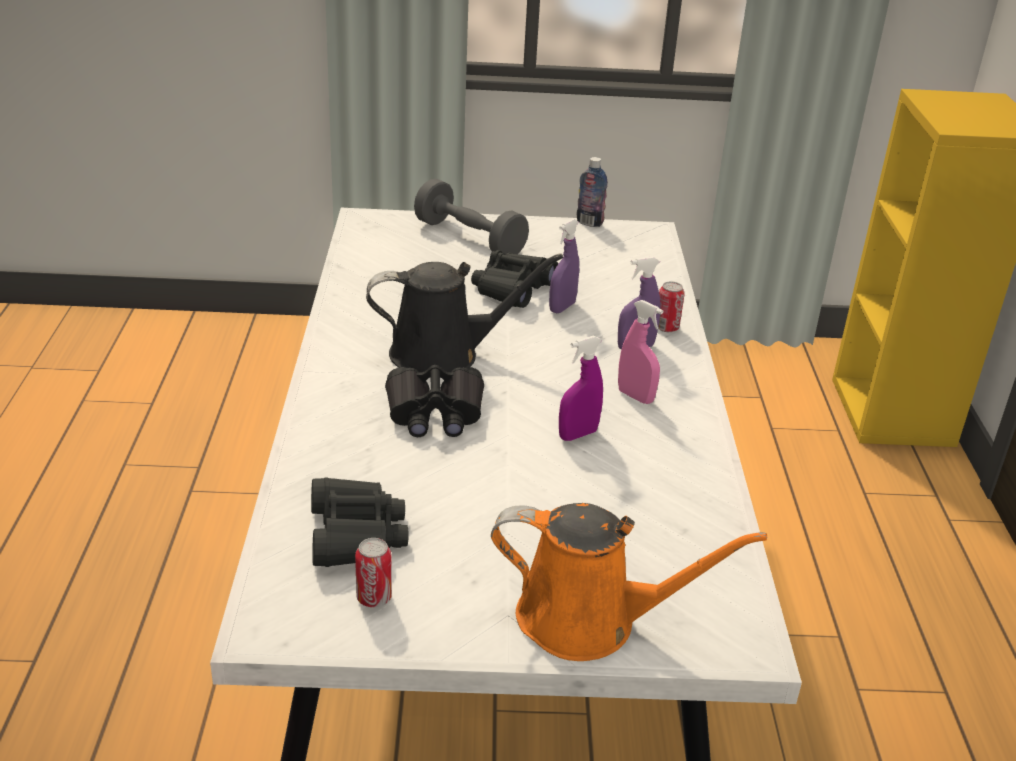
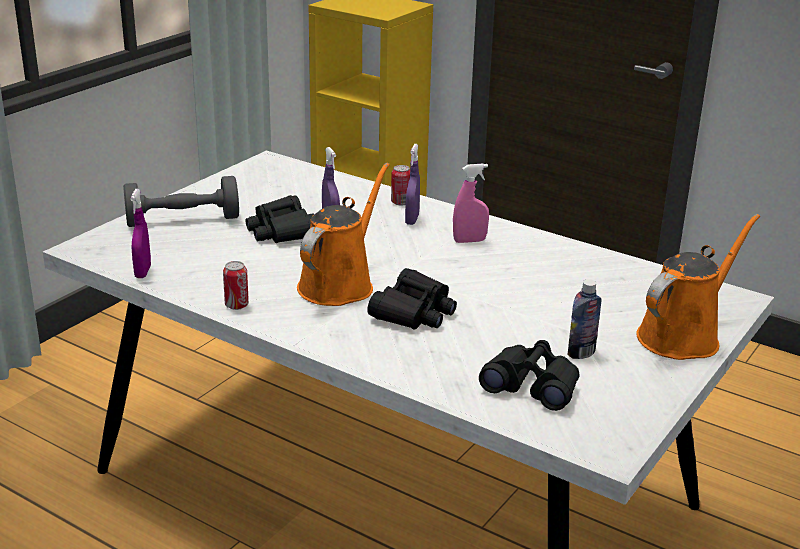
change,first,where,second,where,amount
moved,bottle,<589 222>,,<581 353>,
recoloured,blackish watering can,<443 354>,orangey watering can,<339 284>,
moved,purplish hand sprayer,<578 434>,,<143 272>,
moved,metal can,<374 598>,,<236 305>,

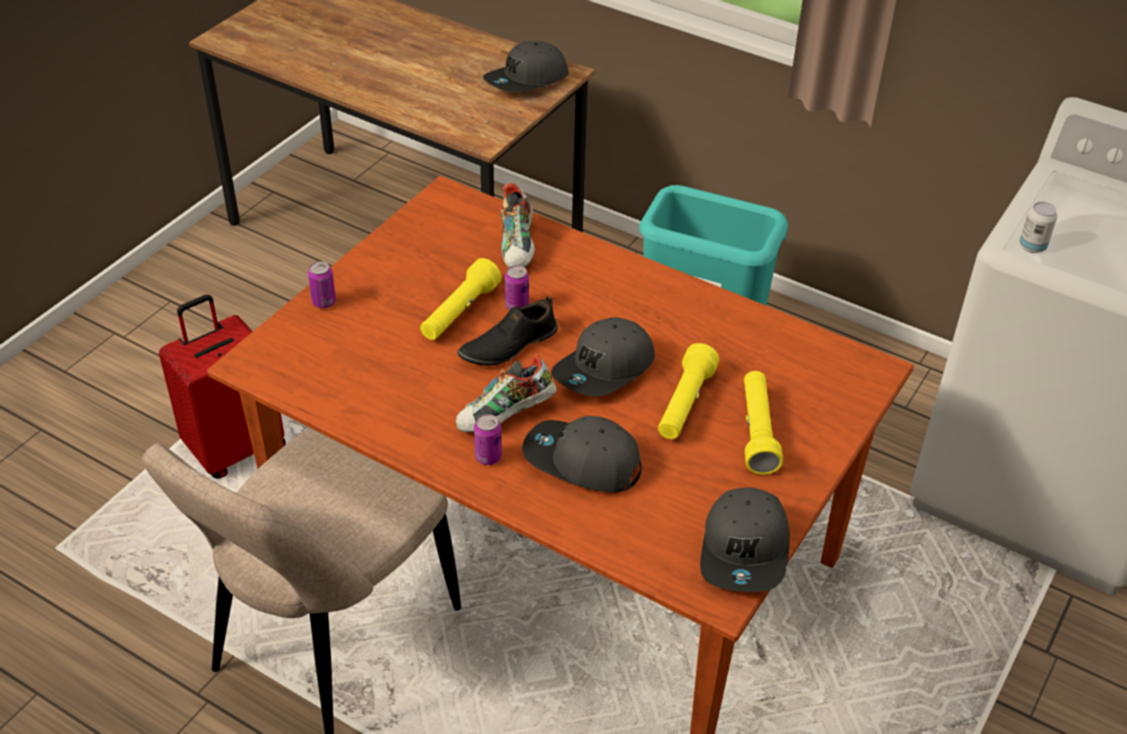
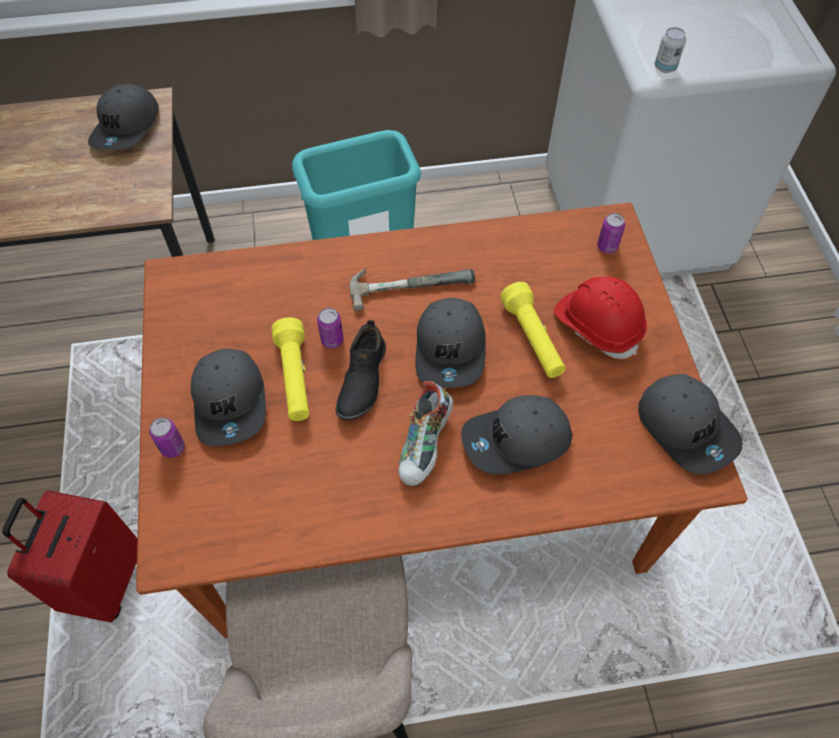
change,first,where,second,where,amount
removed,low shoe,<519 246>,,,
replaced,yellow flashlight,<757 431>,red-coloured hard hat,<598 325>,
moved,metal can,<488 457>,,<607 246>,
added,,,hammer,<410 281>,
added,,,grey peaked cap,<231 402>,

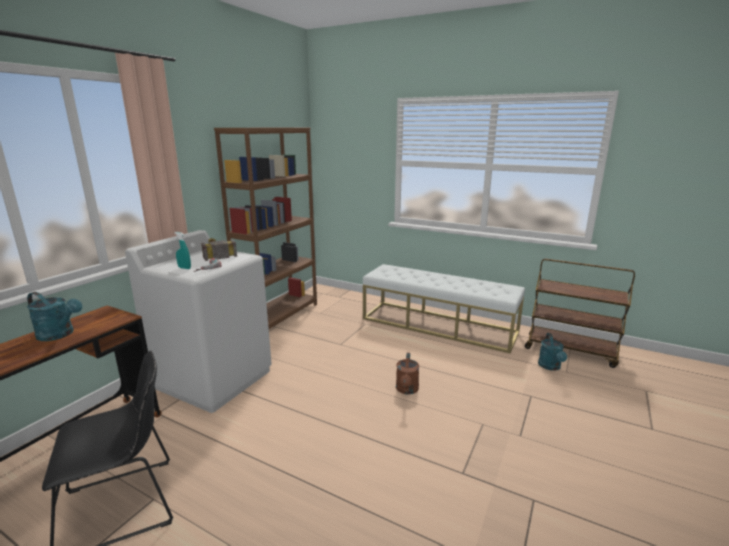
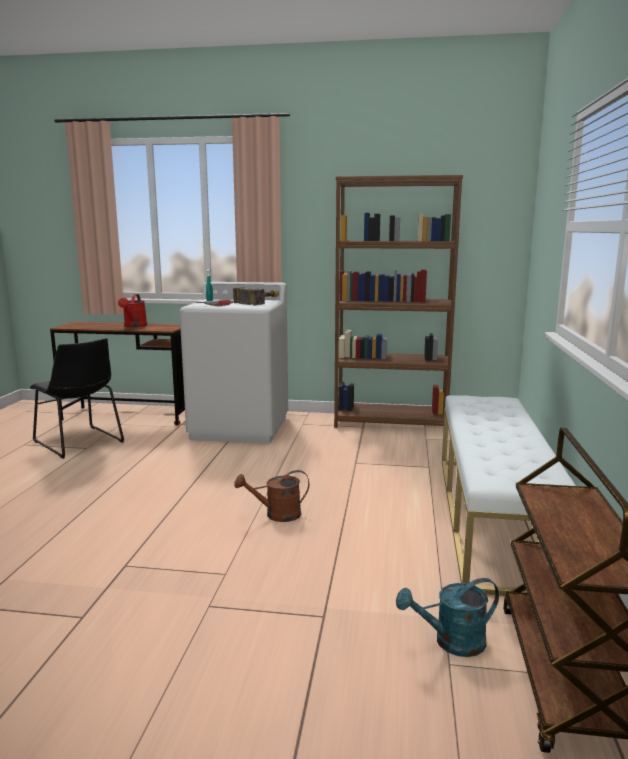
change,first,where,second,where,amount
recoloured,blue-green watering can,<59 335>,red-coloured watering can,<134 326>,

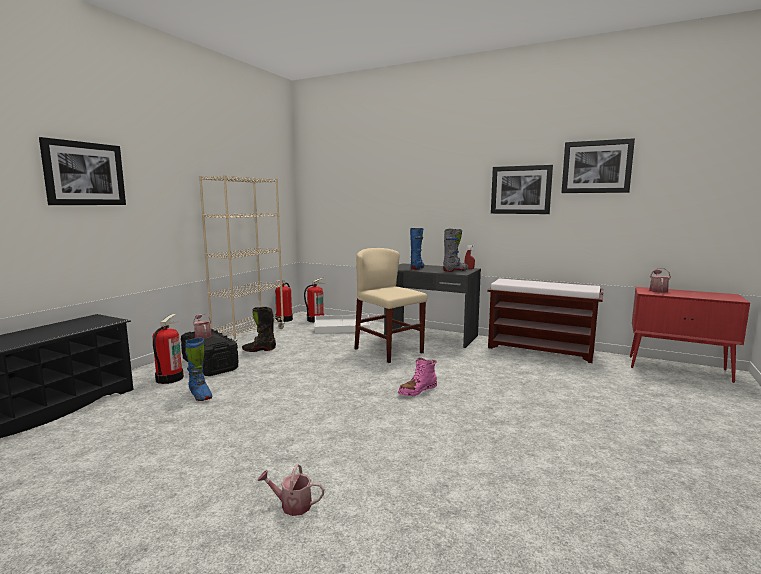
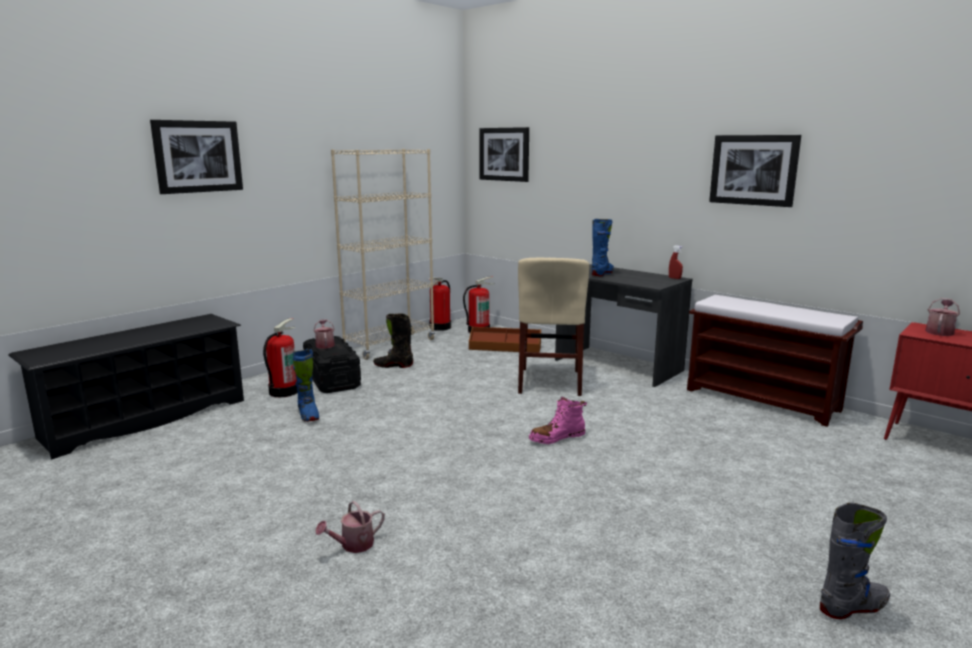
change,first,where,second,where,amount
moved,wall art,<596 167>,,<504 154>,
moved,grey tall boot,<455 270>,,<853 607>,
turned,beige plain chair,<388 351>,,<550 381>,150 degrees counterclockwise
recoloured,white storage bin,<342 330>,brown-coloured storage bin,<505 348>,
turned,watering can,<292 505>,,<353 545>,60 degrees counterclockwise

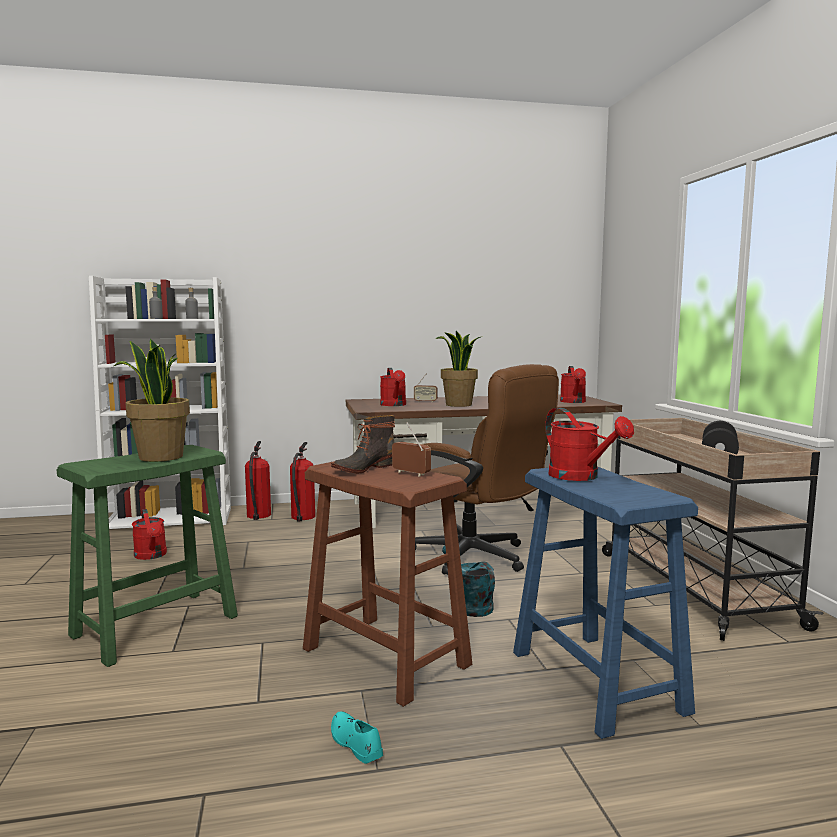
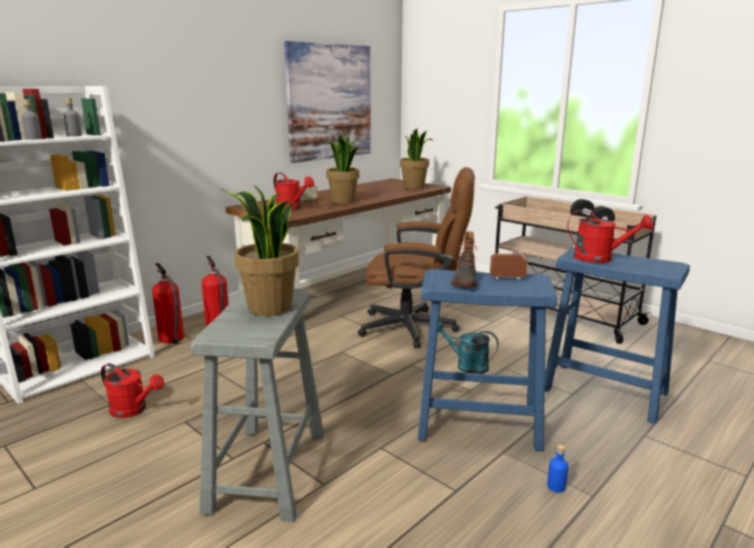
change,first,where,second,where,amount
replaced,red-coloured watering can,<574 402>,houseplant,<414 187>,
recoloured,green-coloured stool,<156 625>,grey stool,<268 470>,
recoloured,brown-coloured stool,<386 657>,blue-coloured stool,<479 423>,
replaced,blue-green low shoe,<355 743>,blue-coloured bottle,<556 486>,
added,,,wall art,<330 102>,

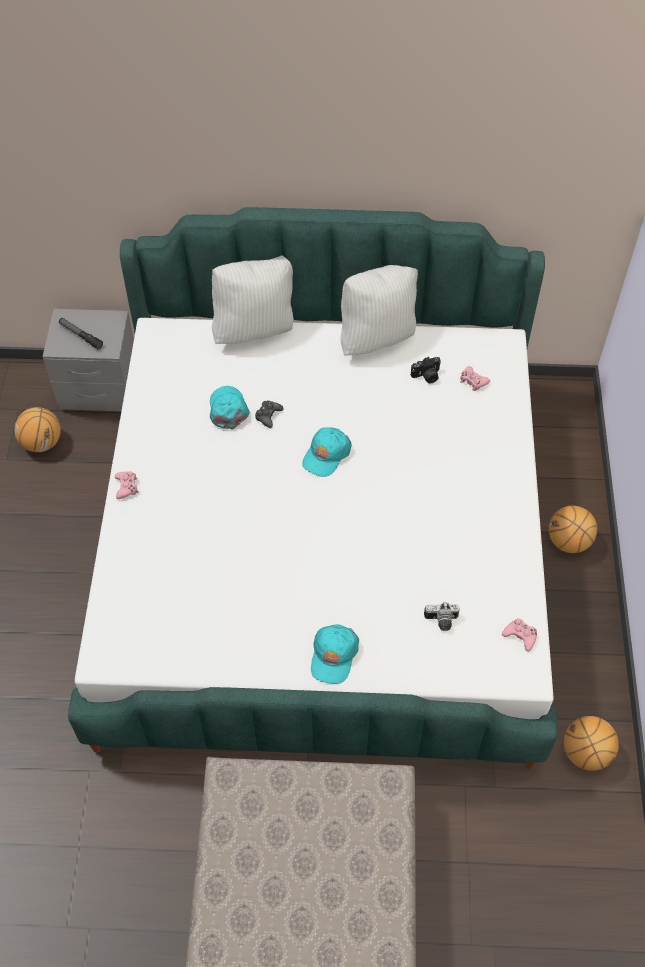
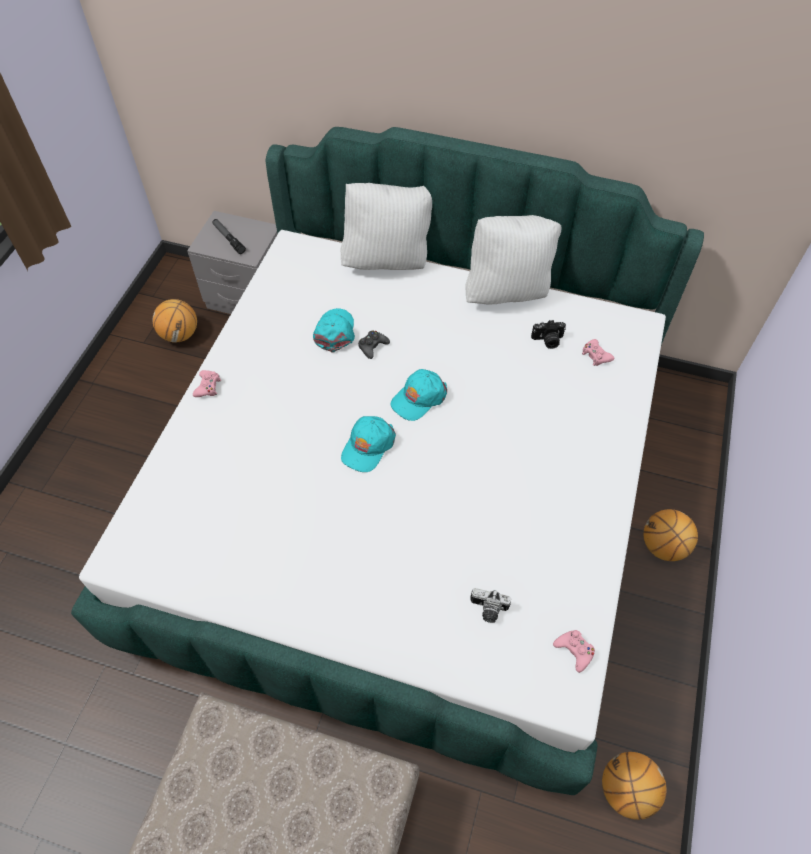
change,first,where,second,where,amount
moved,blue-green peaked cap,<333 655>,,<368 446>,

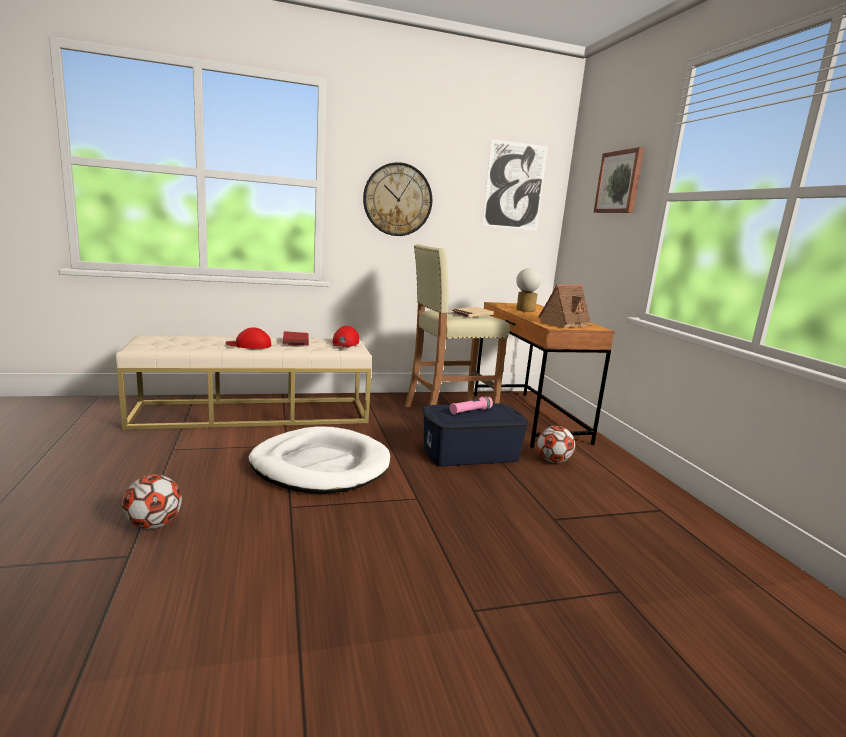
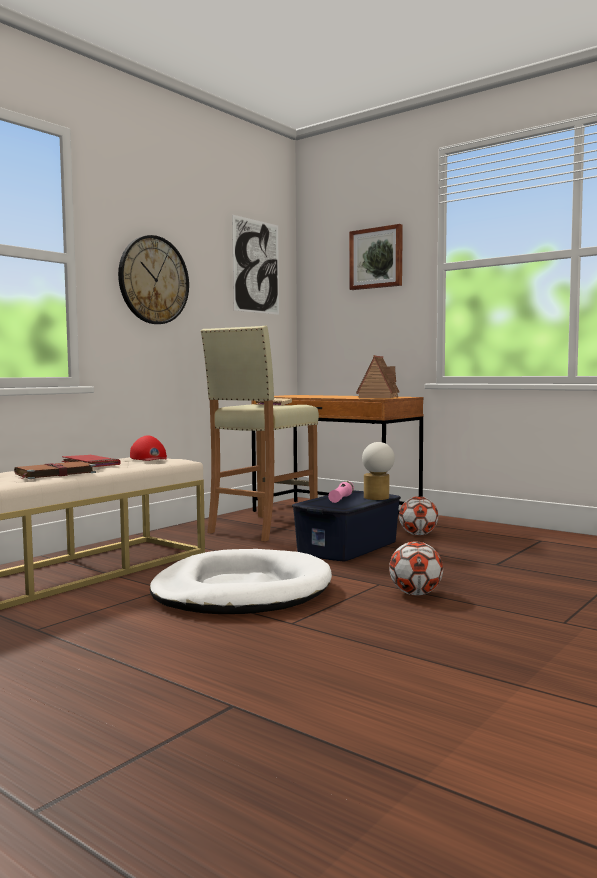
change,first,where,second,where,amount
moved,lamp for a table,<524 310>,,<377 498>,
replaced,red-coloured peaked cap,<249 345>,brown-coloured volume,<54 473>,
moved,football,<154 524>,,<415 594>,

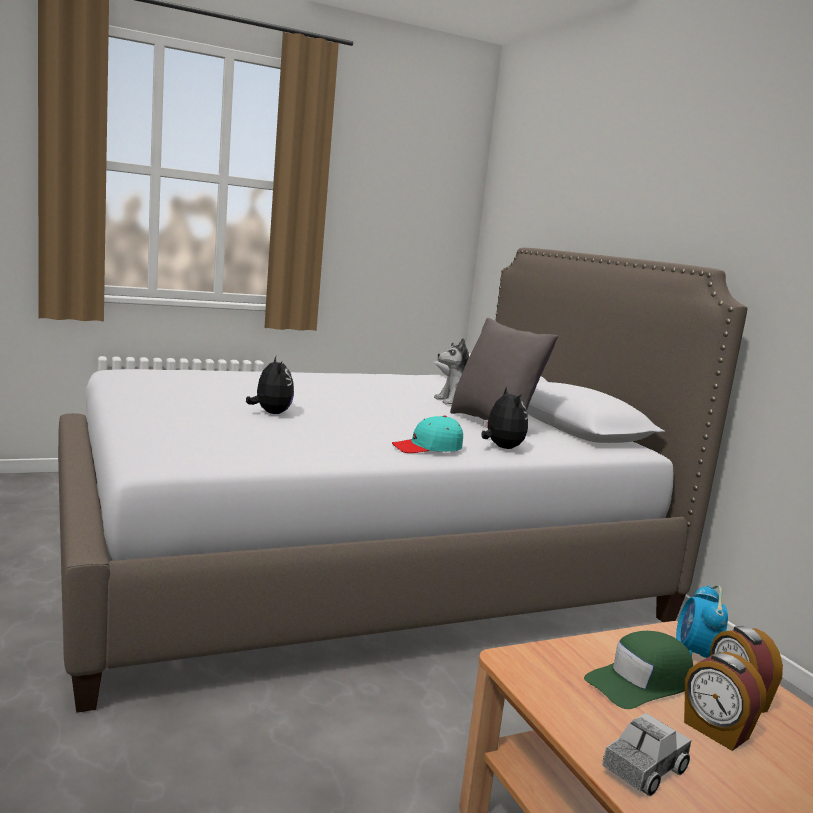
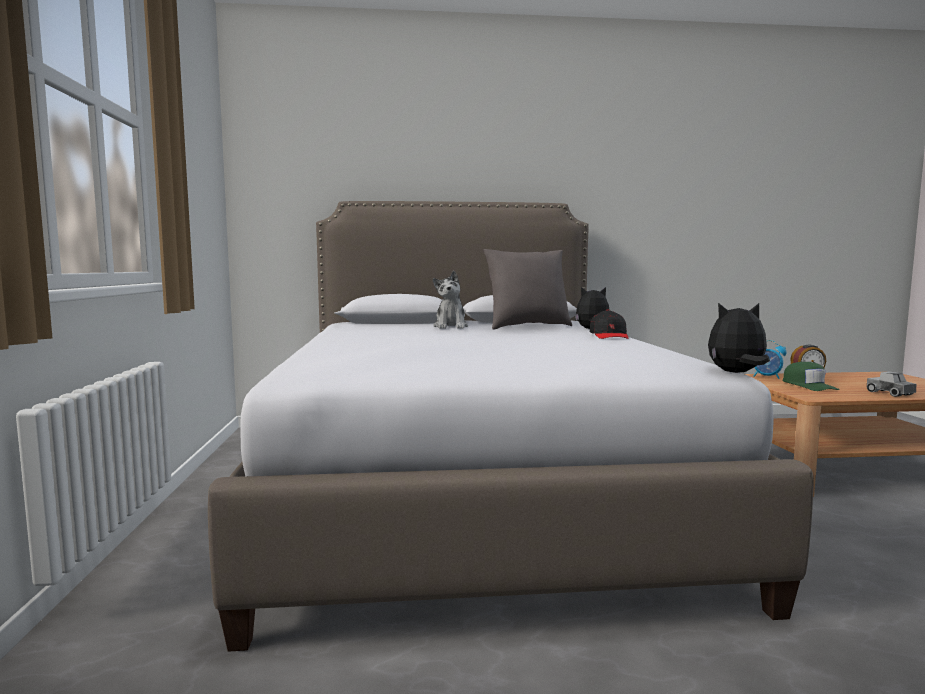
change,first,where,second,where,amount
moved,cuddly toy,<270 413>,,<736 373>,
recoloured,blue-green peaked cap,<428 448>,blackish peaked cap,<609 336>,
removed,alarm clock,<715 731>,,,

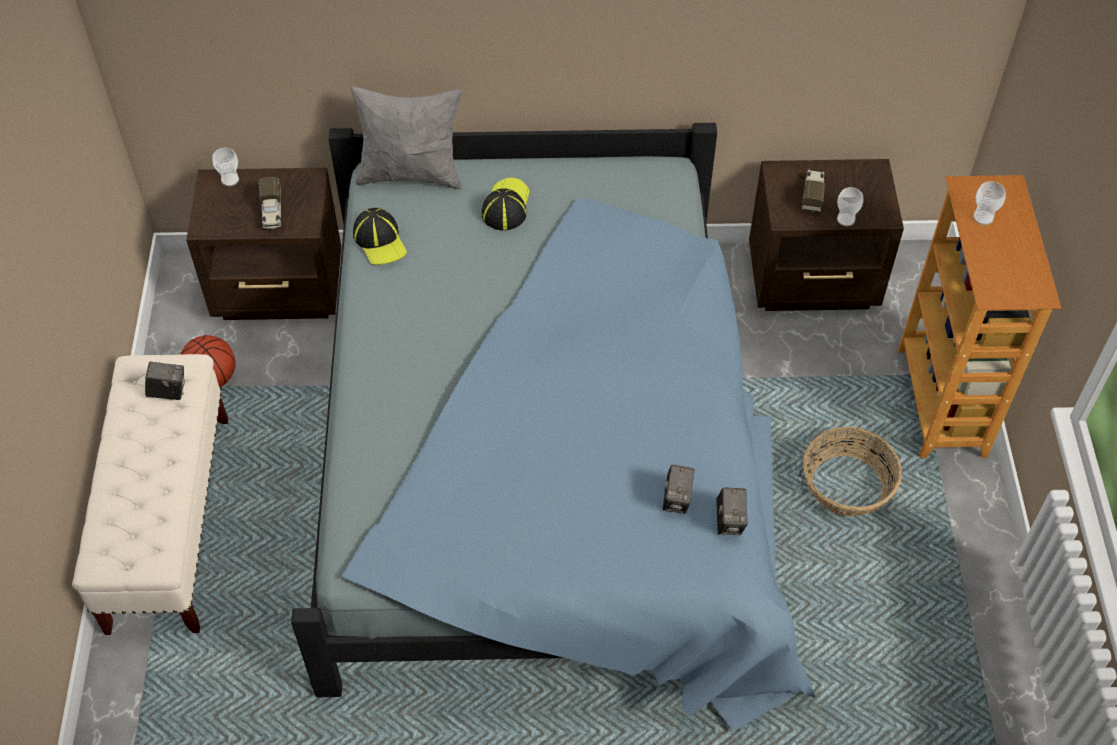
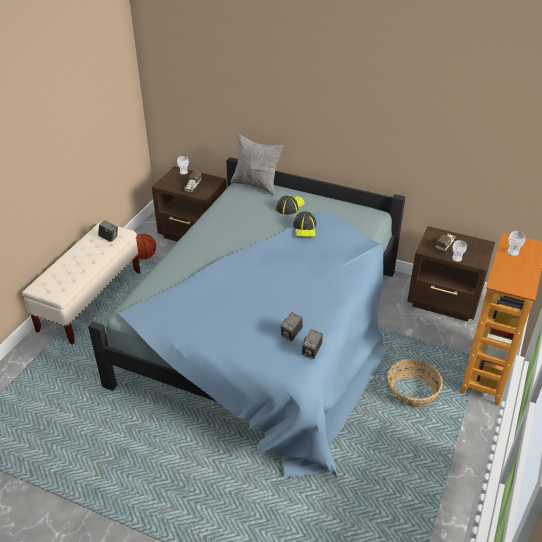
change,first,where,second,where,amount
moved,peaked cap,<380 241>,,<305 228>,

